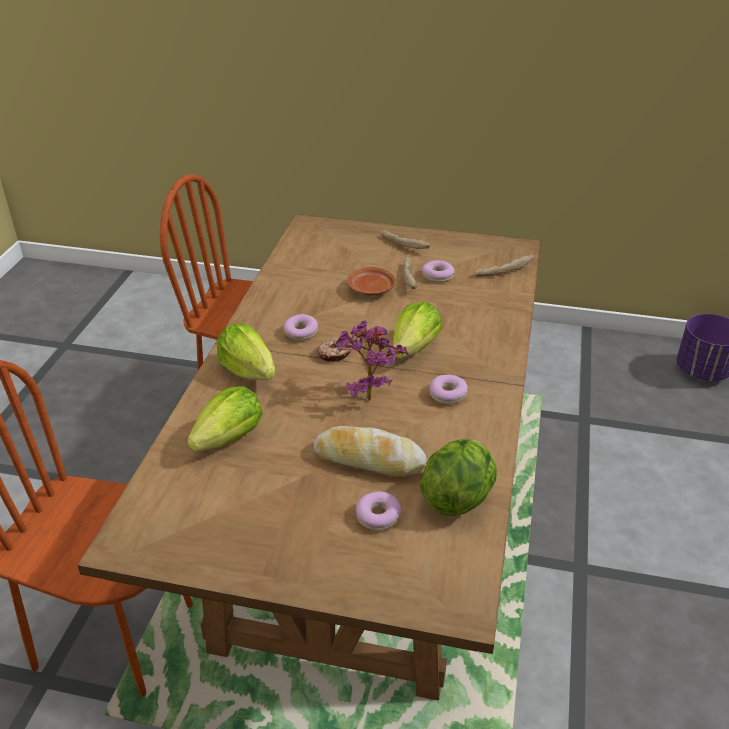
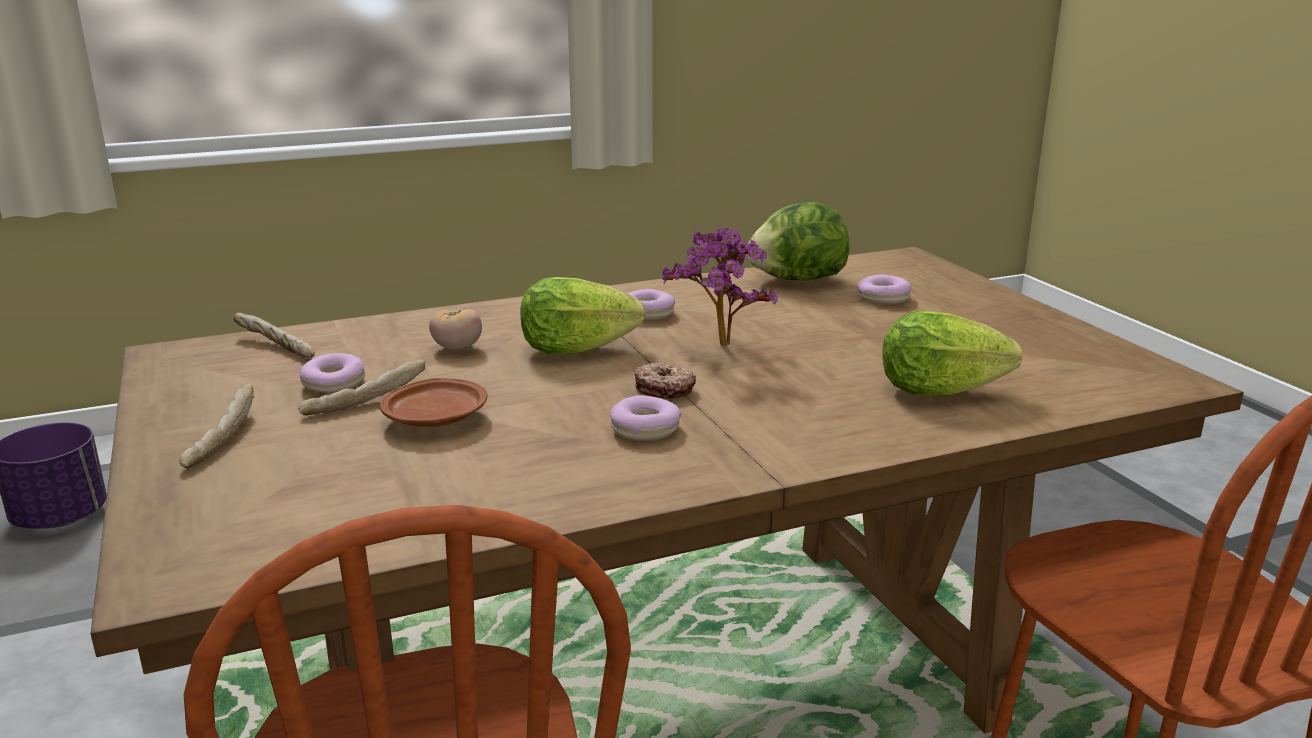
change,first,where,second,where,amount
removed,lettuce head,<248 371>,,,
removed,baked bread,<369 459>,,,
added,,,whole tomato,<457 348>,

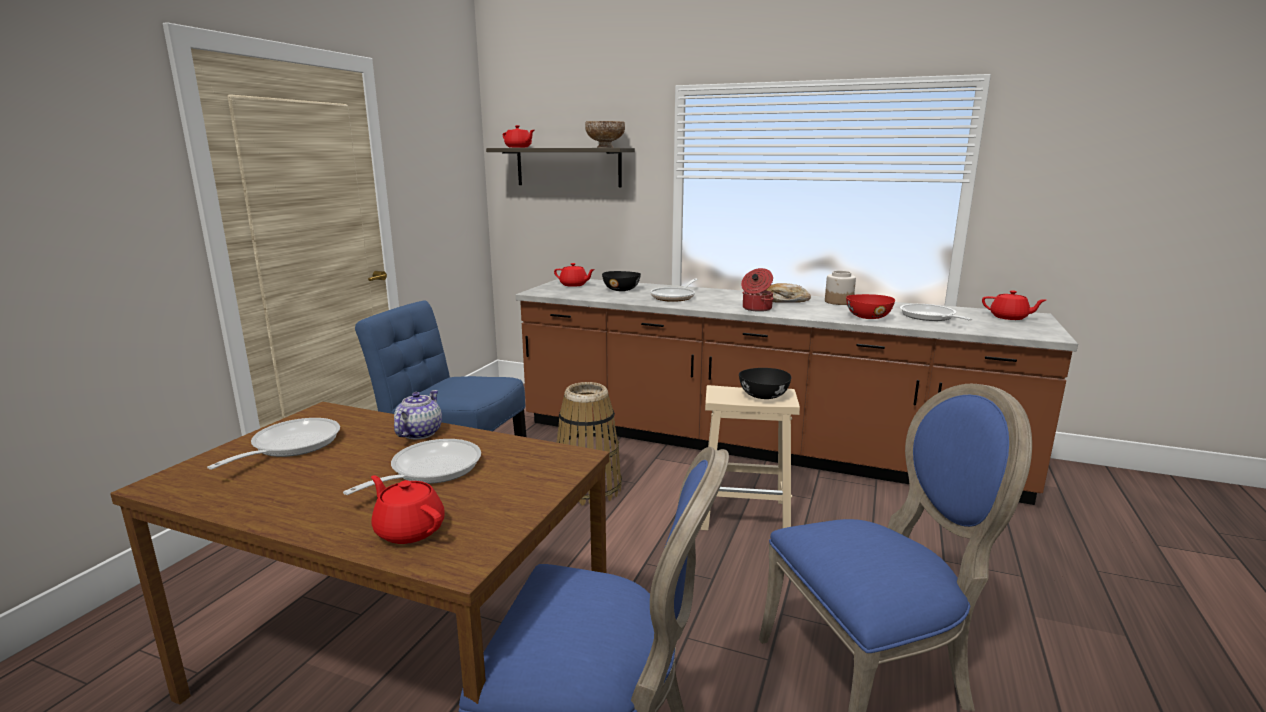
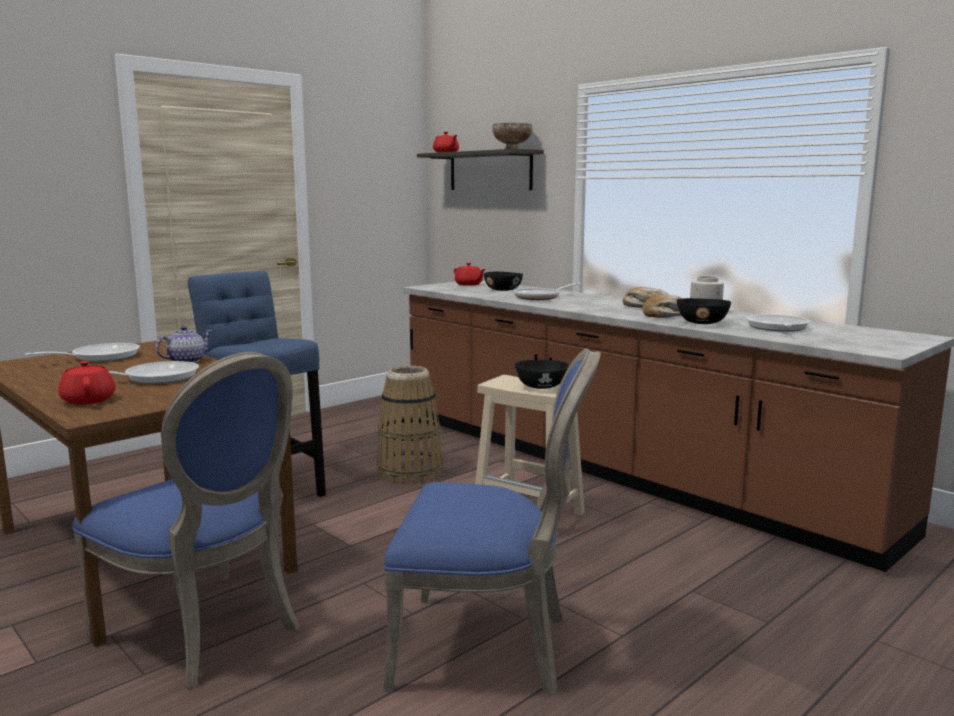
change,first,where,second,where,amount
removed,saucepot,<756 308>,,,
removed,red-coloured teapot,<1009 317>,,,
recoloured,red-coloured serving bowl,<868 317>,blackish serving bowl,<702 323>,
added,,,baked bread,<665 315>,

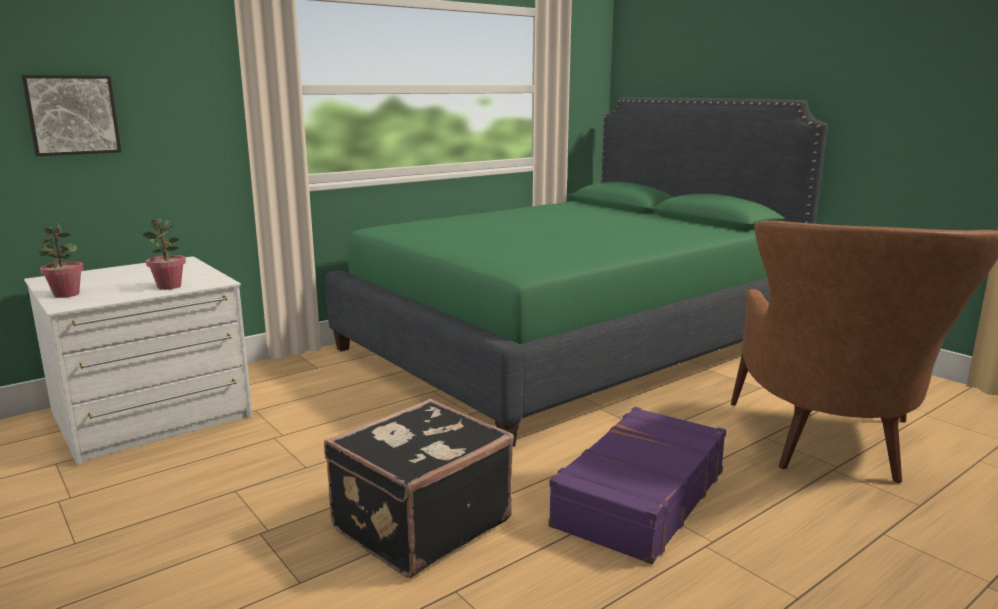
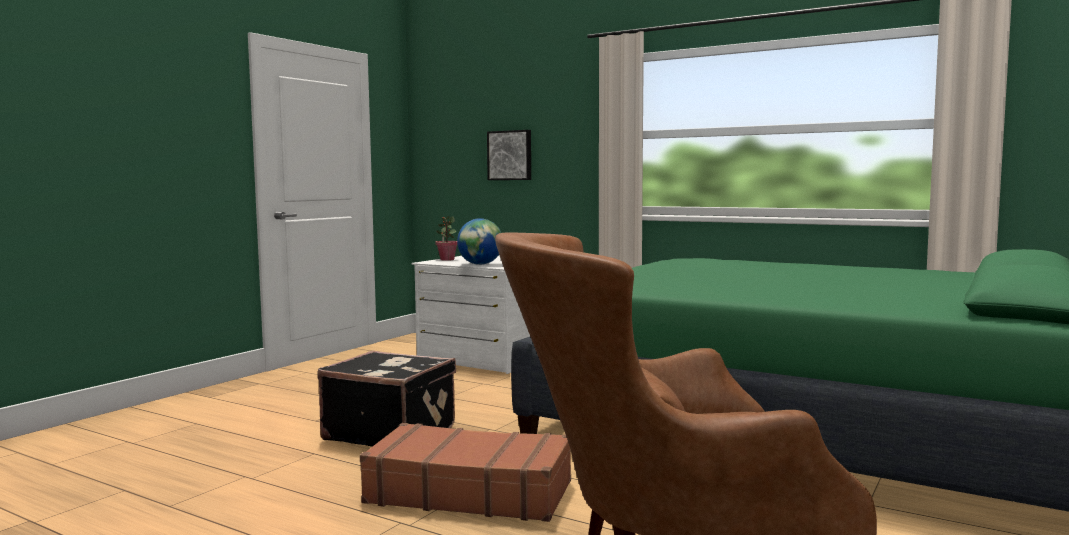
change,first,where,second,where,amount
replaced,houseplant,<169 286>,world globe,<480 264>,
recoloured,purplish piece of luggage,<639 498>,brown-coloured piece of luggage,<469 492>,

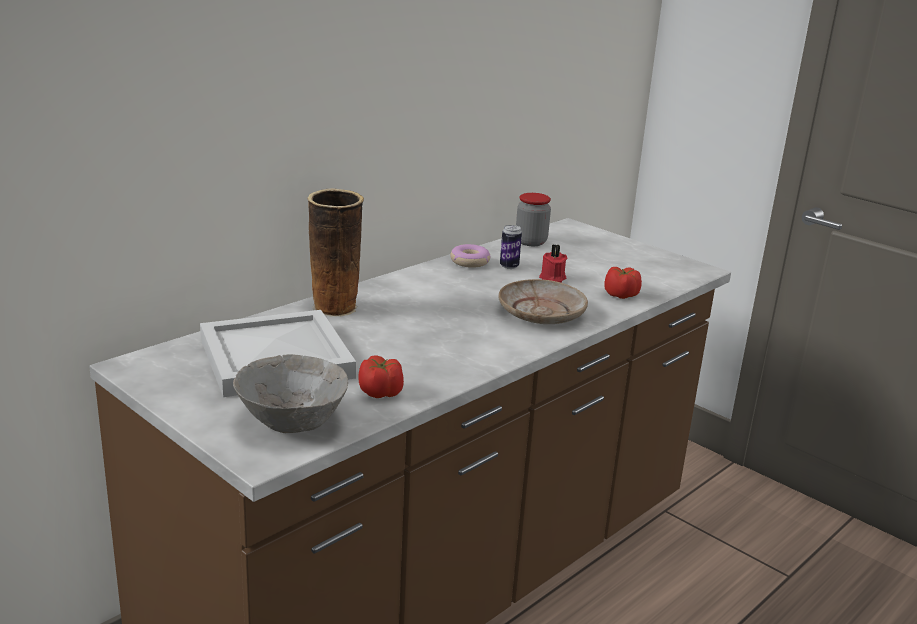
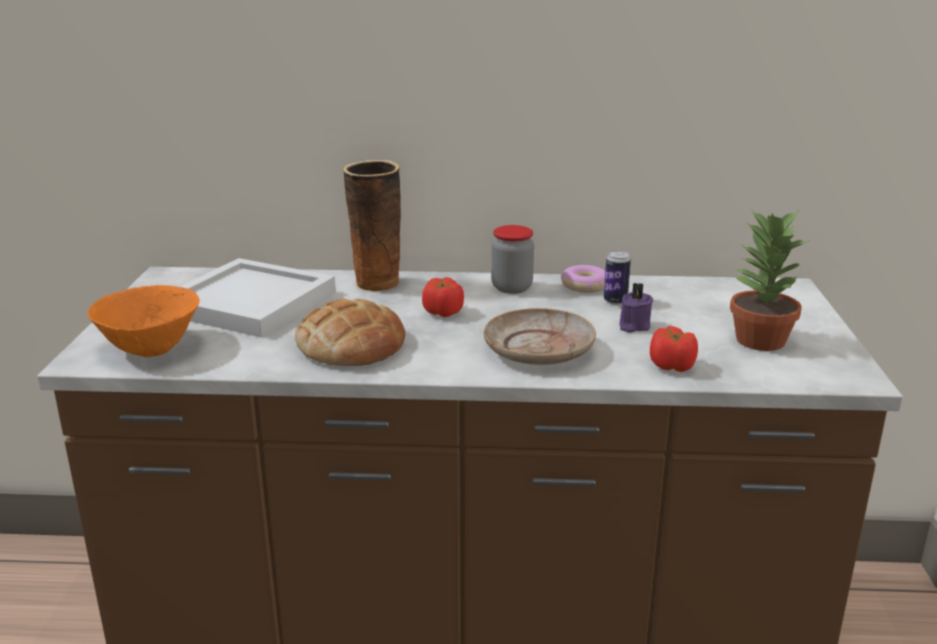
change,first,where,second,where,amount
moved,jar,<531 242>,,<512 288>,
recoloured,red-coloured wax candle,<552 278>,purplish wax candle,<633 326>,
recoloured,grey serving bowl,<292 422>,orangey serving bowl,<152 347>,
moved,whole tomato,<381 393>,,<443 312>,
added,,,houseplant,<759 340>,
added,,,baked bread,<351 345>,

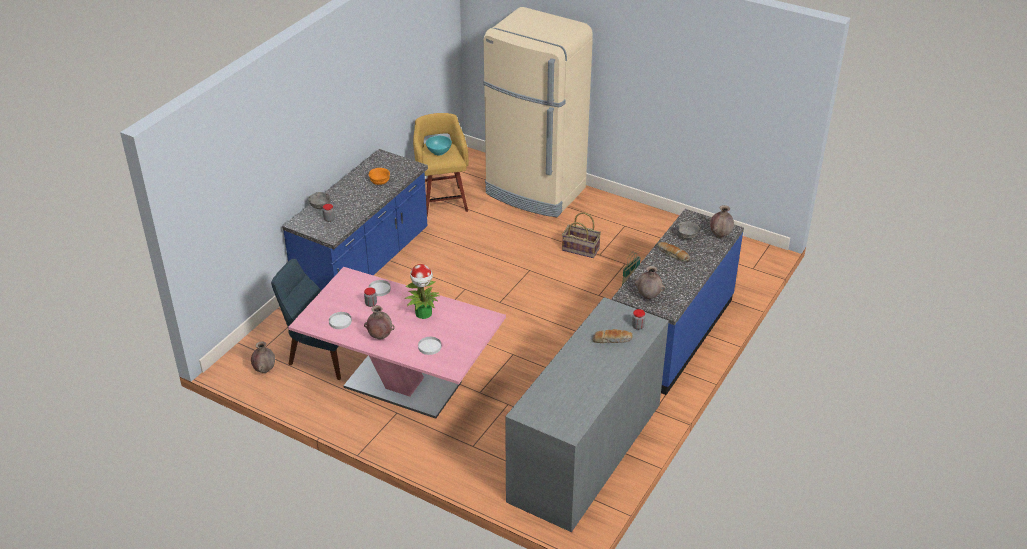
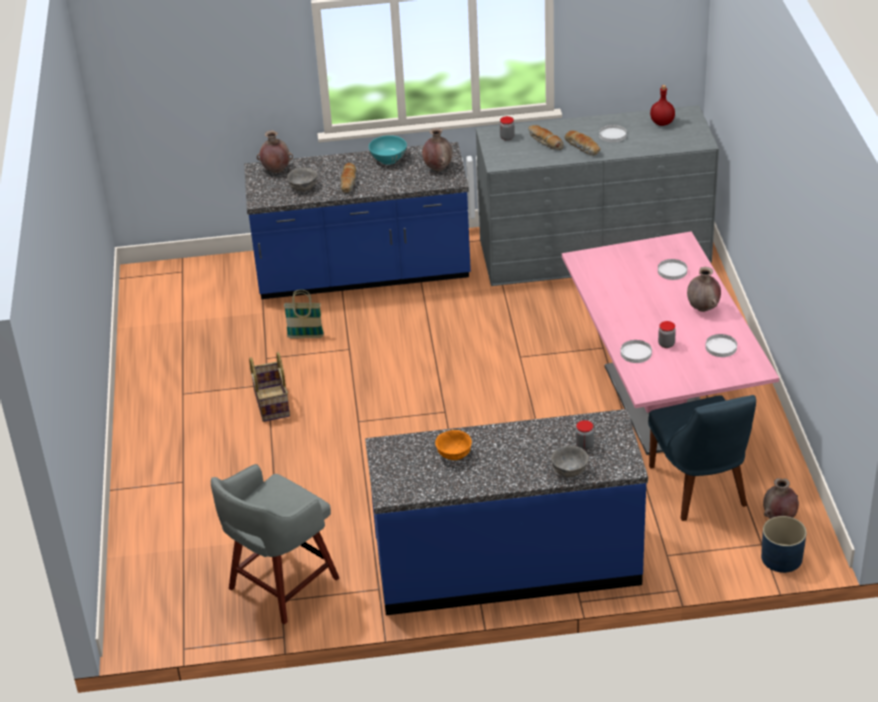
change,first,where,second,where,amount
removed,beige refrigerator,<535 192>,,,
recoloured,yellow stool,<443 200>,grey stool,<280 585>,
moved,blue-green serving bowl,<439 152>,,<388 159>,
removed,houseplant,<424 313>,,,
added,,,red-coloured bottle,<662 123>,
added,,,white flat dish,<613 135>,
added,,,baked bread,<583 147>,
added,,,blue-coloured flower pot,<781 558>,

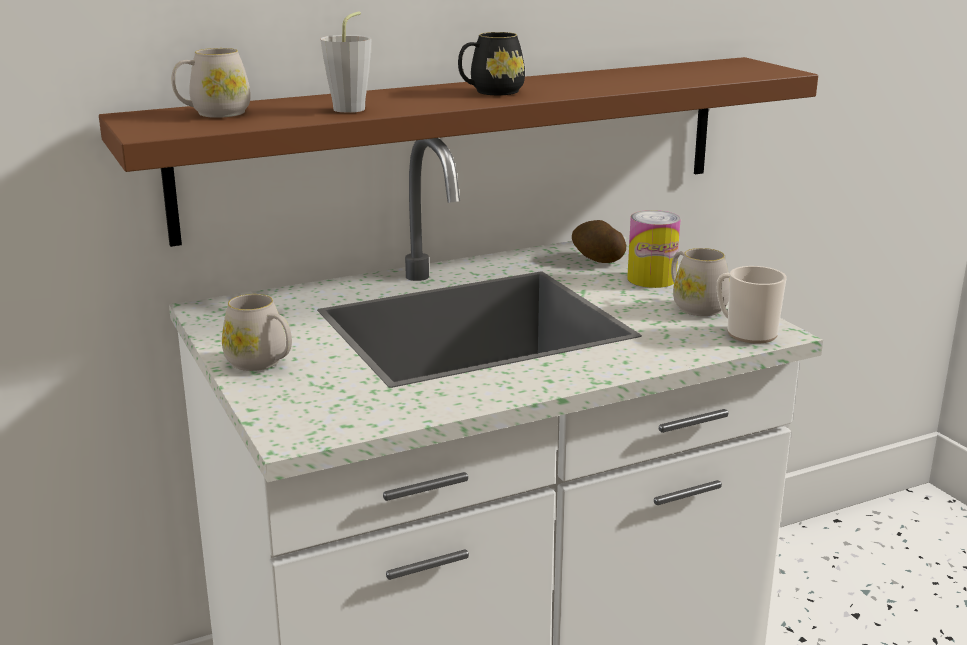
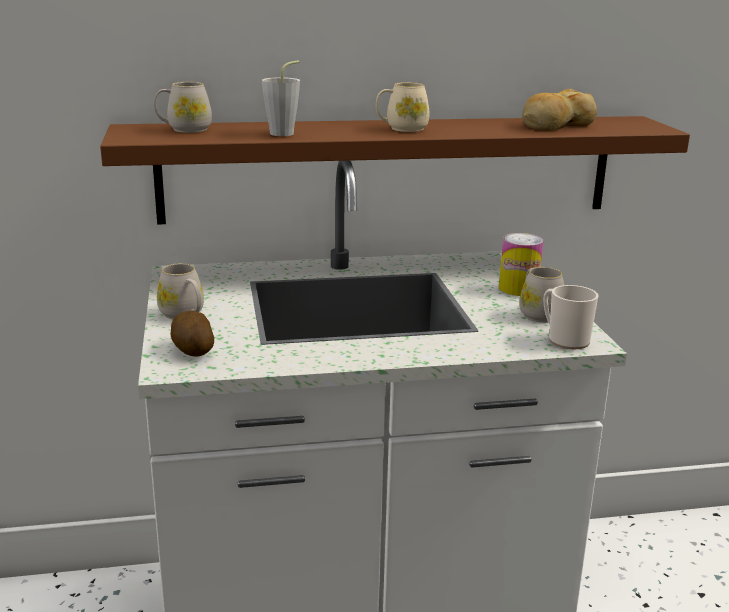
change,first,where,second,where,amount
recoloured,blackish tea mug,<490 92>,beige tea mug,<401 129>,
moved,potato,<597 259>,,<192 350>,
added,,,baked bread,<556 125>,

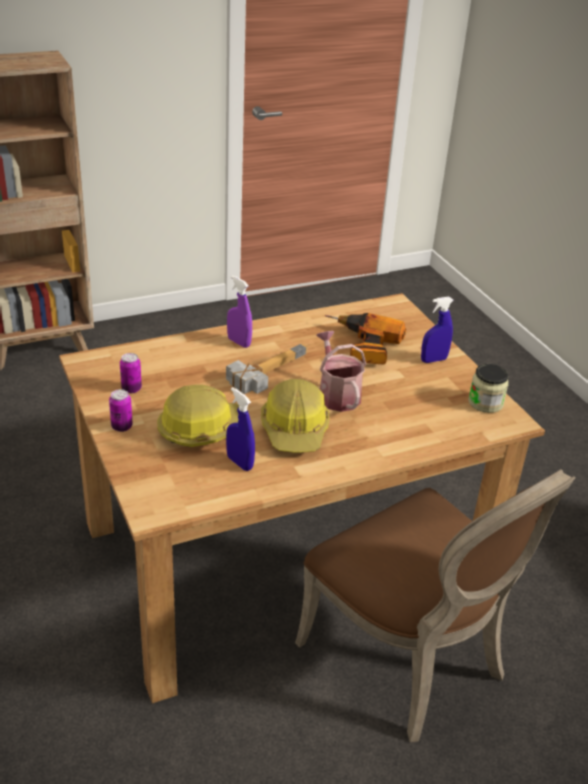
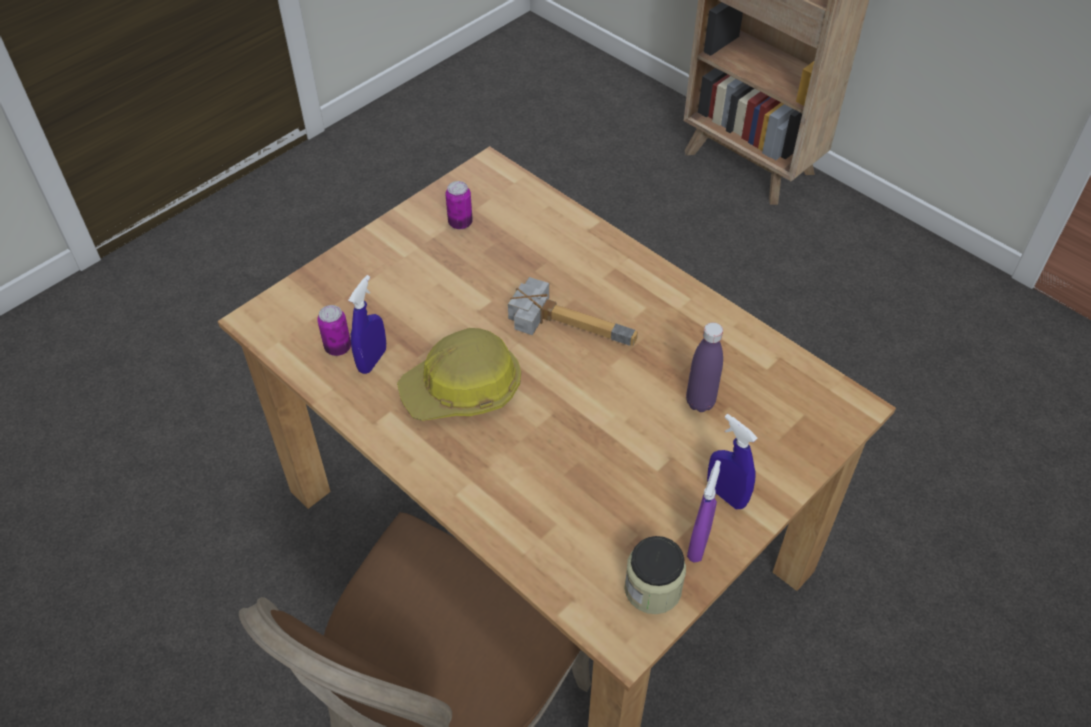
change,first,where,second,where,amount
moved,purplish hand sprayer,<239 342>,,<698 544>,
replaced,drill,<362 347>,purplish bottle,<700 402>,
removed,watering can,<337 394>,,,
removed,hard hat,<202 430>,,,
moved,metal can,<122 427>,,<338 347>,

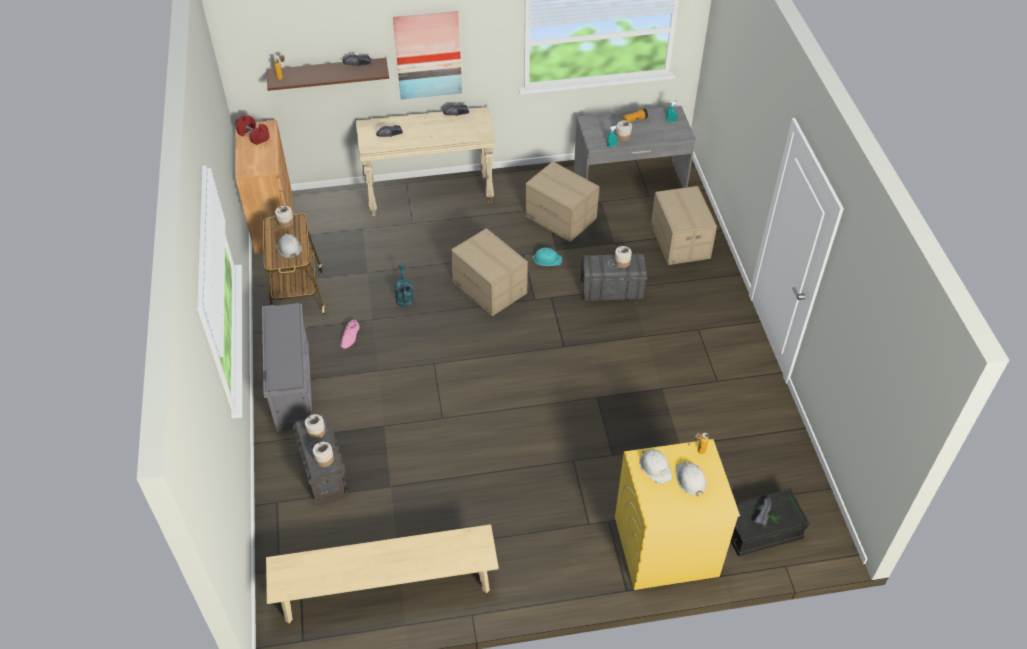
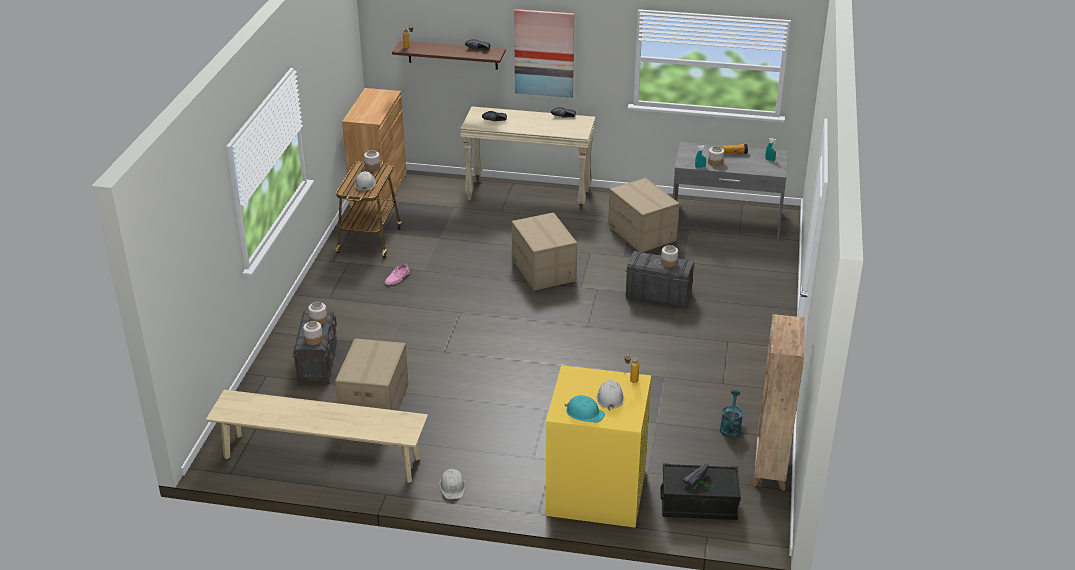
change,first,where,second,where,amount
removed,red-coloured free weight,<254 136>,,,
moved,packing box,<679 241>,,<374 403>,
moved,blue-green hard hat,<547 259>,,<584 413>,
moved,blue-green watering can,<404 296>,,<730 427>,
removed,grey shoe stand,<292 386>,,,
moved,white hard hat,<655 467>,,<452 486>,
added,,,brown-coloured shelving unit,<769 471>,

